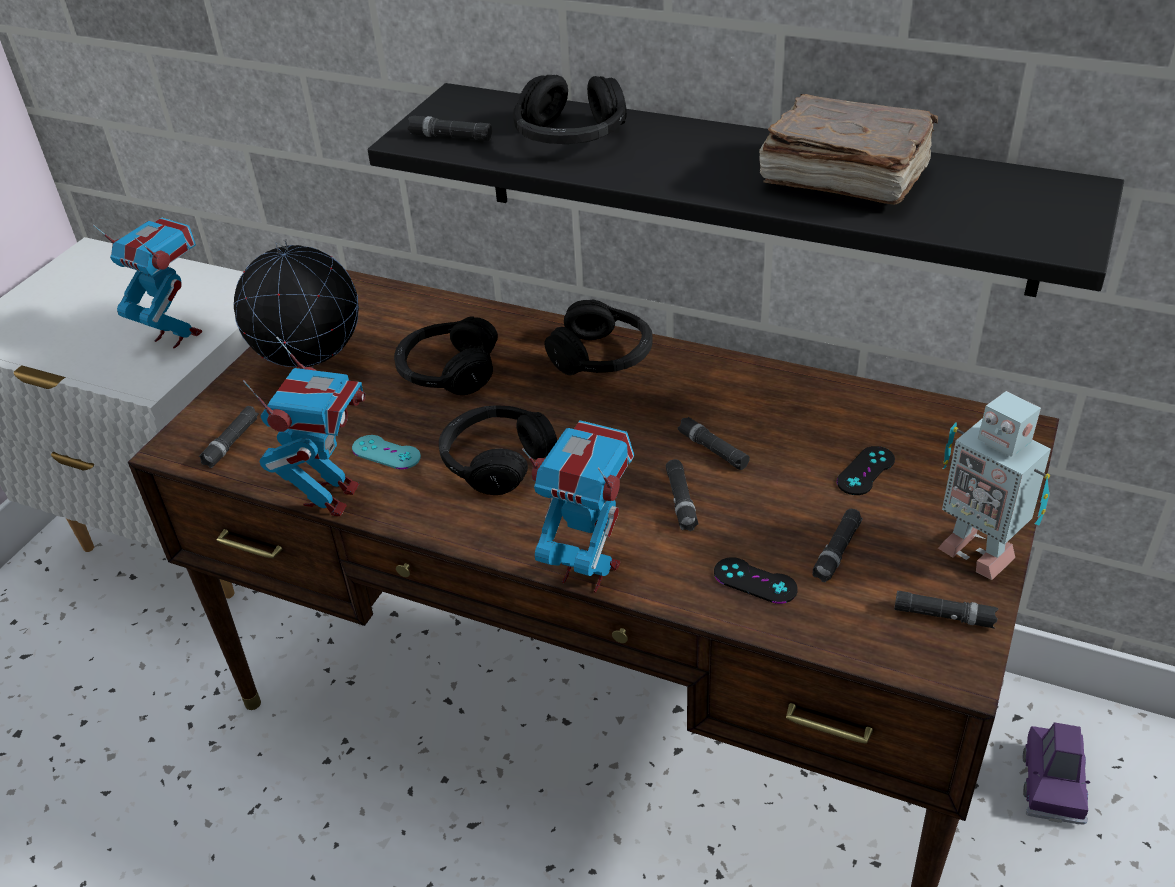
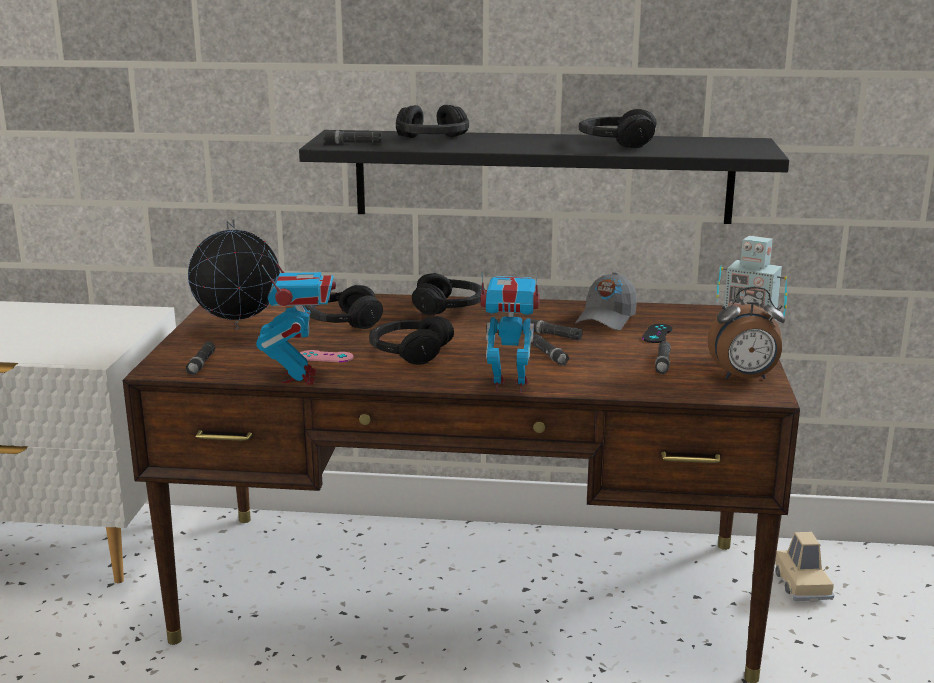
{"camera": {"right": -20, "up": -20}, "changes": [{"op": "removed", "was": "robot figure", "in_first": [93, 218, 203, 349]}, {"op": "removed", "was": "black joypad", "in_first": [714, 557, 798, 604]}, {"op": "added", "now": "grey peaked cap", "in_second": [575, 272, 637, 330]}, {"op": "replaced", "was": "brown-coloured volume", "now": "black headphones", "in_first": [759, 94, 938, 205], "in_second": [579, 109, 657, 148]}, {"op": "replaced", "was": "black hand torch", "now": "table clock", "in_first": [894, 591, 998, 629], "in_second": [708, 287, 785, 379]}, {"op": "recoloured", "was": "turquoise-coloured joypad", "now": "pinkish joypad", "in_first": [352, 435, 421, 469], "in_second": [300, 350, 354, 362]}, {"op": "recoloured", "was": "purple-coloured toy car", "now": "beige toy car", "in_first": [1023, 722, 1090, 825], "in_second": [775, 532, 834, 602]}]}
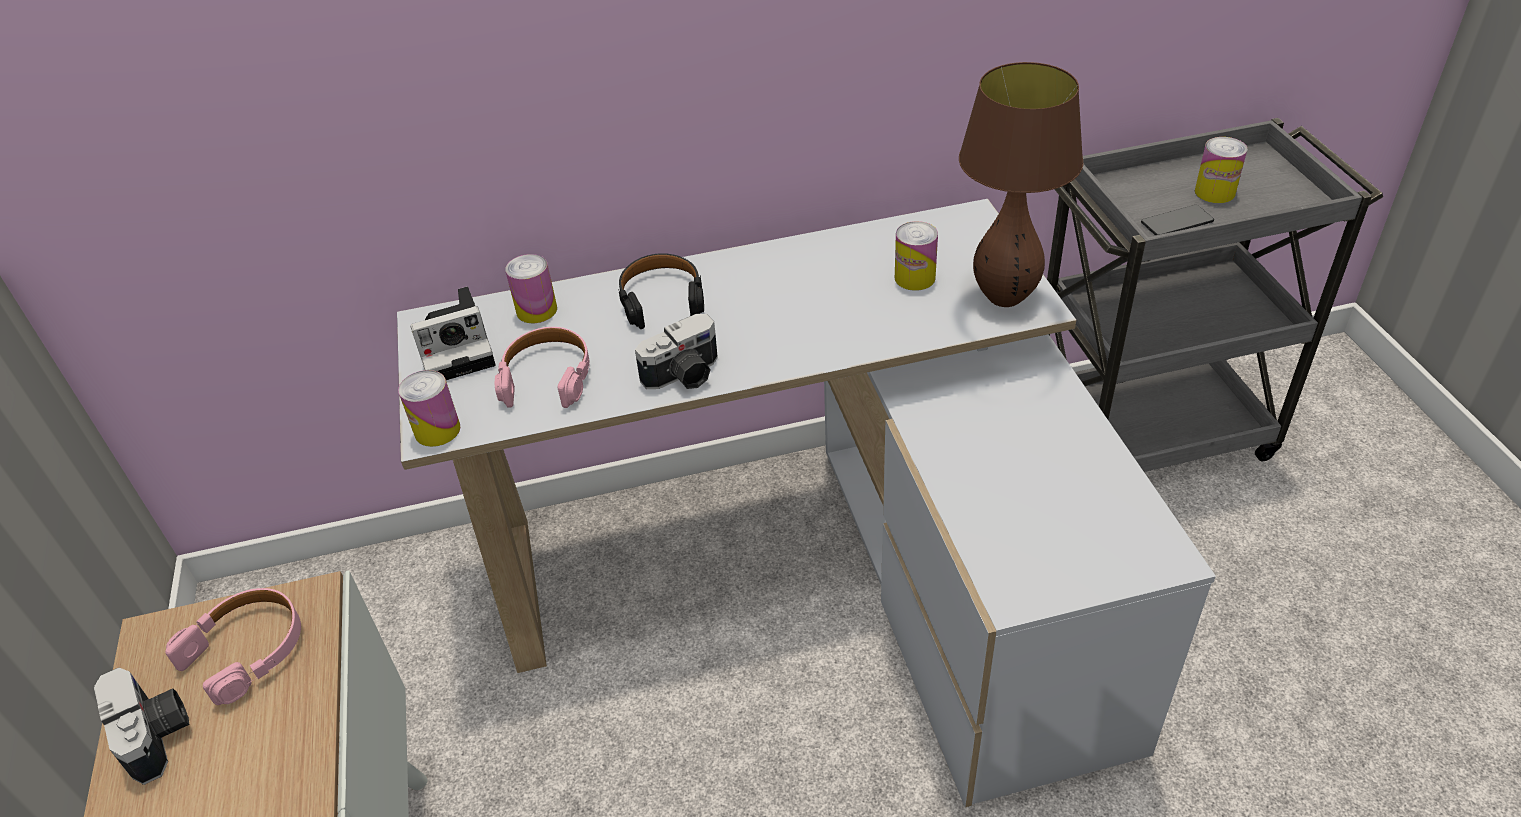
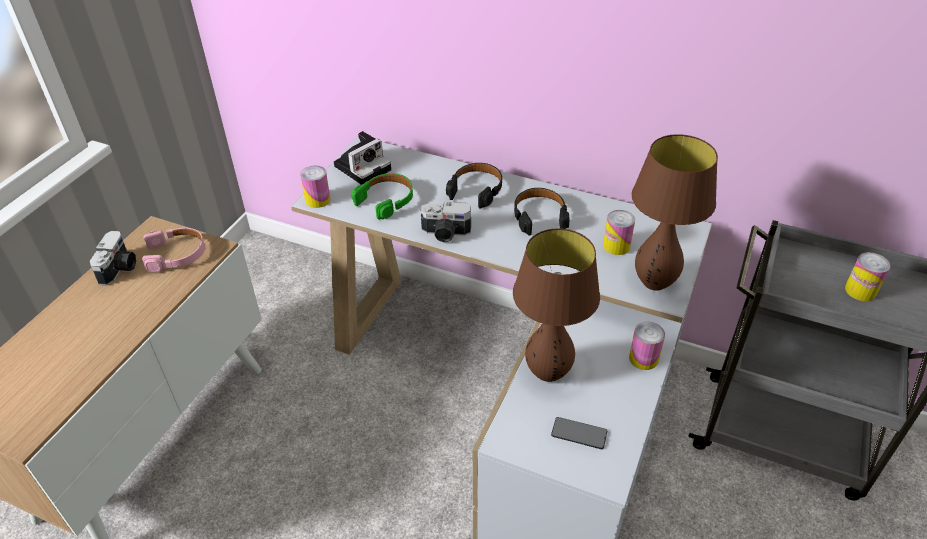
{"camera": {"right": 35, "up": 0}, "changes": [{"op": "added", "now": "brown-coloured lamp for a table", "in_second": [513, 228, 600, 382]}, {"op": "added", "now": "black headphones", "in_second": [514, 188, 569, 235]}, {"op": "moved", "was": "can", "in_first": [505, 254, 557, 323], "in_second": [629, 322, 665, 370]}, {"op": "moved", "was": "telephone", "in_first": [1141, 205, 1214, 235], "in_second": [551, 417, 607, 449]}, {"op": "recoloured", "was": "pinkish headphones", "now": "greenish headphones", "in_first": [495, 327, 590, 408], "in_second": [351, 173, 413, 220]}, {"op": "turned", "was": "still camera", "in_first": [411, 287, 496, 380], "in_second": [334, 131, 391, 185], "clockwise": -60}]}
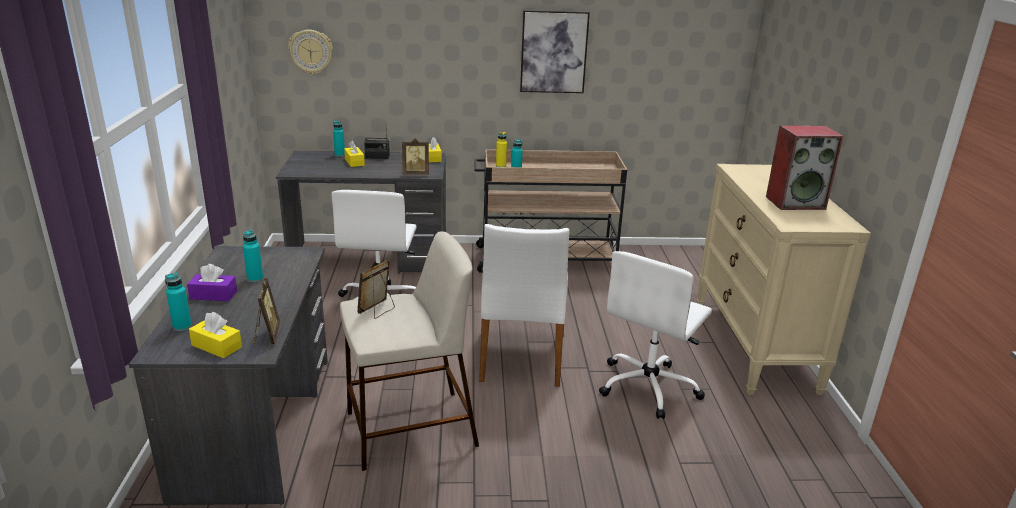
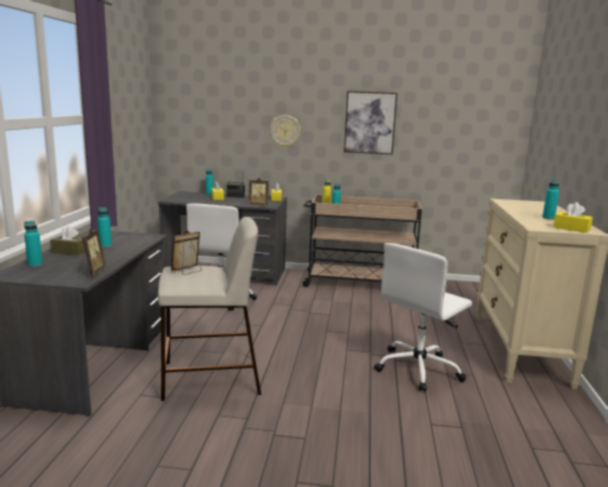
{"camera": {"right": 10, "up": -10}, "changes": [{"op": "removed", "was": "white chair", "in_first": [479, 224, 570, 387]}, {"op": "moved", "was": "yellow tissue box", "in_first": [189, 312, 242, 358], "in_second": [553, 202, 593, 233]}, {"op": "moved", "was": "clock on the wall", "in_first": [288, 30, 333, 75], "in_second": [270, 115, 301, 148]}, {"op": "replaced", "was": "audio speaker", "now": "turquoise-coloured beverage bottle", "in_first": [766, 125, 843, 210], "in_second": [542, 179, 559, 220]}, {"op": "recoloured", "was": "purple-coloured tissue box", "now": "brown-coloured tissue box", "in_first": [187, 264, 237, 301], "in_second": [50, 226, 85, 255]}]}
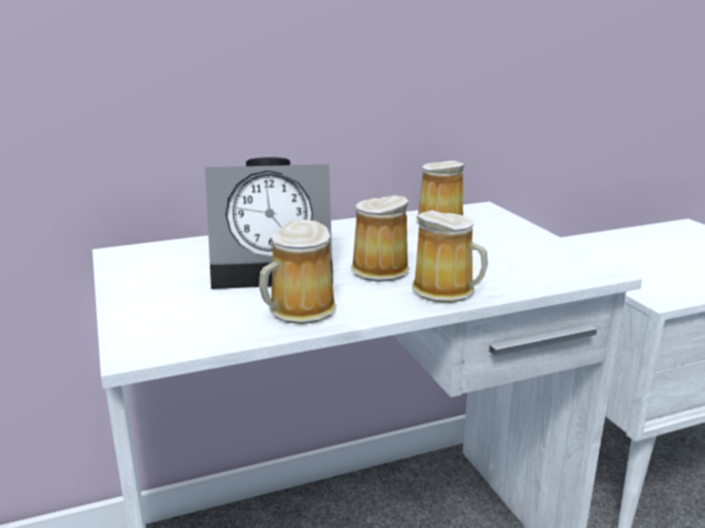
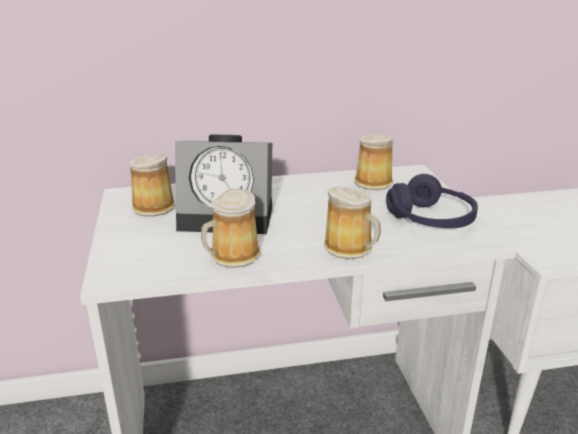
{"camera": {"right": 10, "up": 5}, "changes": [{"op": "added", "now": "purple-coloured headphones", "in_second": [386, 174, 478, 228]}, {"op": "moved", "was": "coffee mug", "in_first": [351, 195, 410, 282], "in_second": [129, 154, 175, 217]}]}
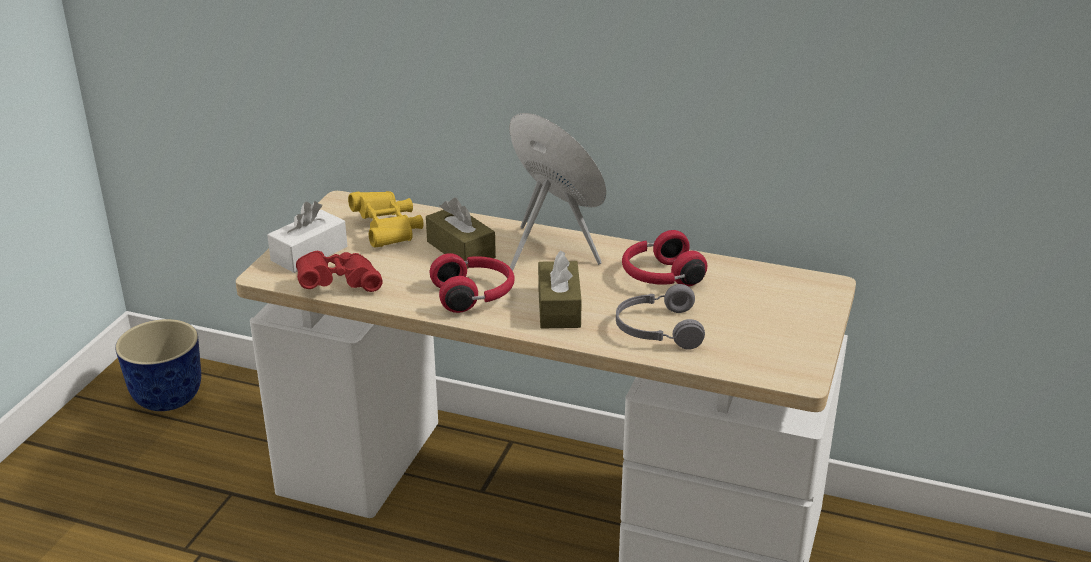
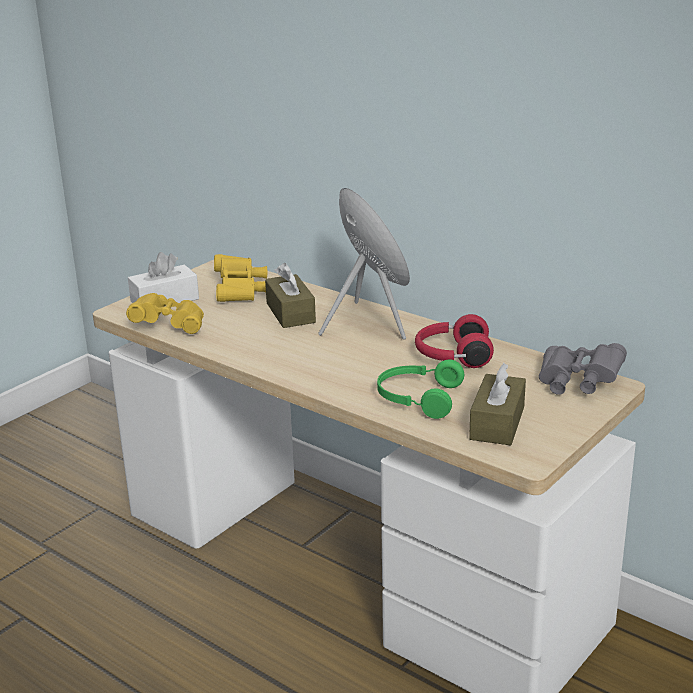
{"camera": {"right": 20, "up": -5}, "changes": [{"op": "removed", "was": "planter", "in_first": [115, 319, 201, 411]}, {"op": "removed", "was": "red headphones", "in_first": [430, 253, 515, 313]}, {"op": "added", "now": "grey field glasses", "in_second": [539, 343, 627, 395]}, {"op": "moved", "was": "brown-coloured tissue box", "in_first": [538, 250, 582, 329], "in_second": [469, 363, 526, 445]}, {"op": "recoloured", "was": "red field glasses", "now": "yellow field glasses", "in_first": [296, 251, 383, 292], "in_second": [126, 293, 204, 334]}, {"op": "recoloured", "was": "grey headphones", "now": "greenish headphones", "in_first": [616, 284, 705, 350], "in_second": [377, 359, 464, 419]}]}
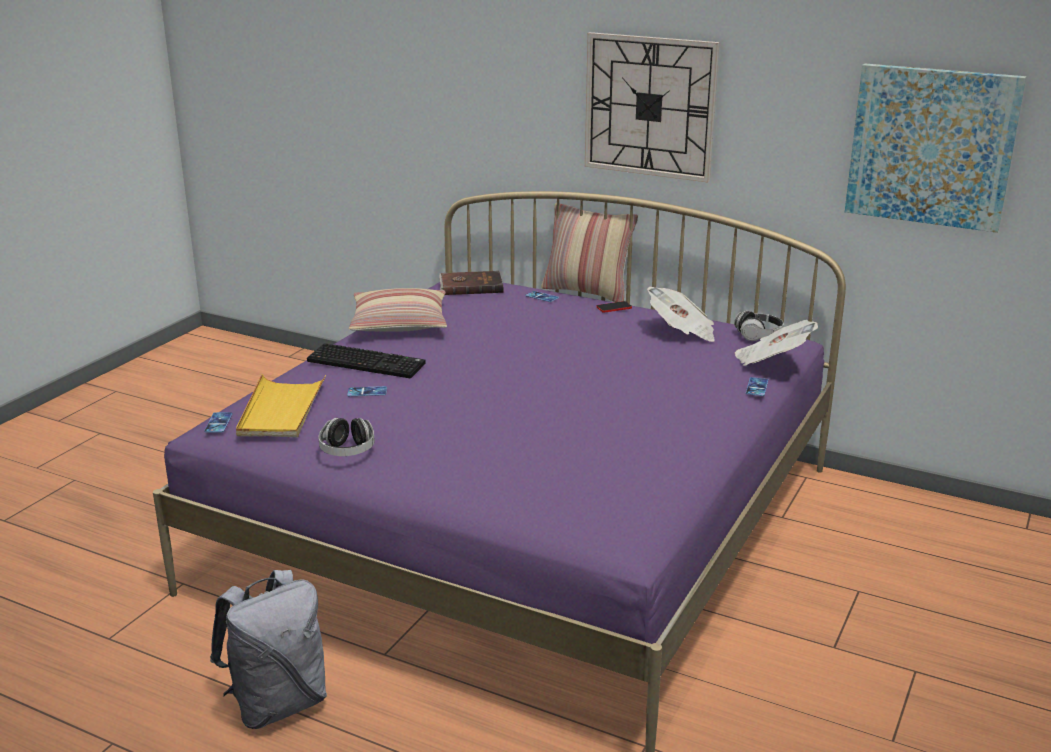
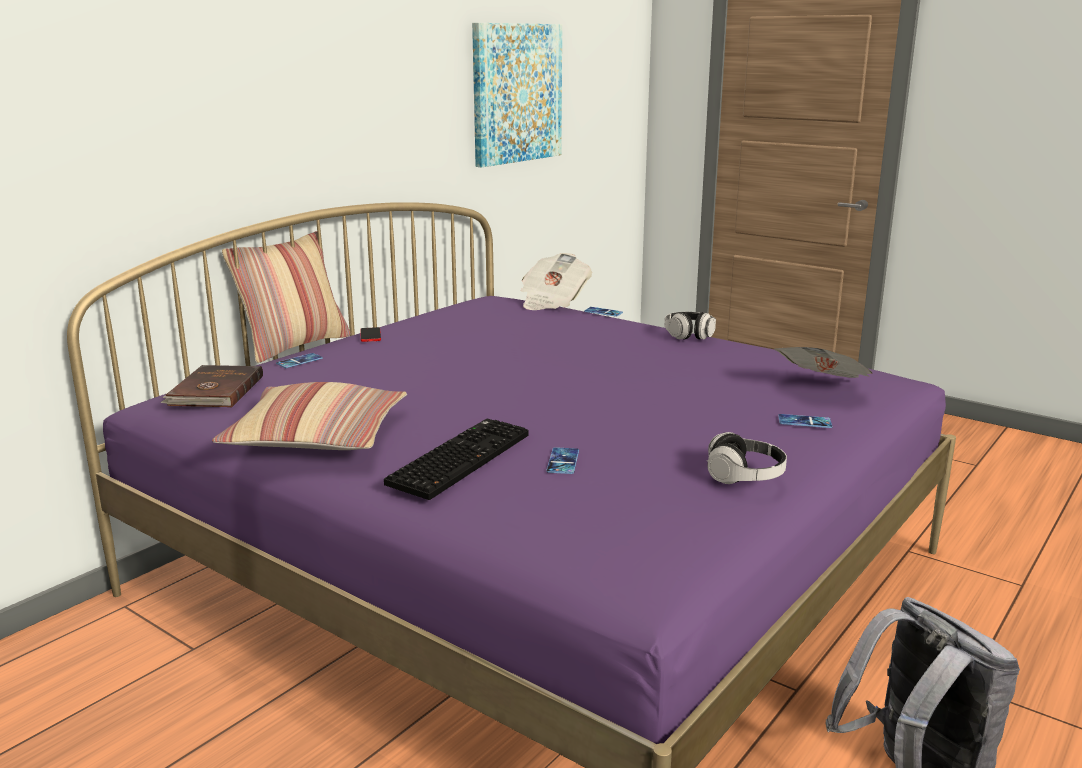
{"camera": {"right": -80, "up": -5}, "changes": [{"op": "removed", "was": "yellow carrying tray", "in_first": [236, 374, 326, 437]}, {"op": "removed", "was": "clock on the wall", "in_first": [585, 32, 719, 183]}, {"op": "moved", "was": "telephone", "in_first": [204, 412, 232, 432], "in_second": [778, 414, 832, 428]}, {"op": "moved", "was": "daily paper", "in_first": [647, 287, 715, 342], "in_second": [774, 347, 873, 378]}, {"op": "moved", "was": "headphones", "in_first": [734, 311, 784, 341], "in_second": [665, 312, 716, 340]}]}
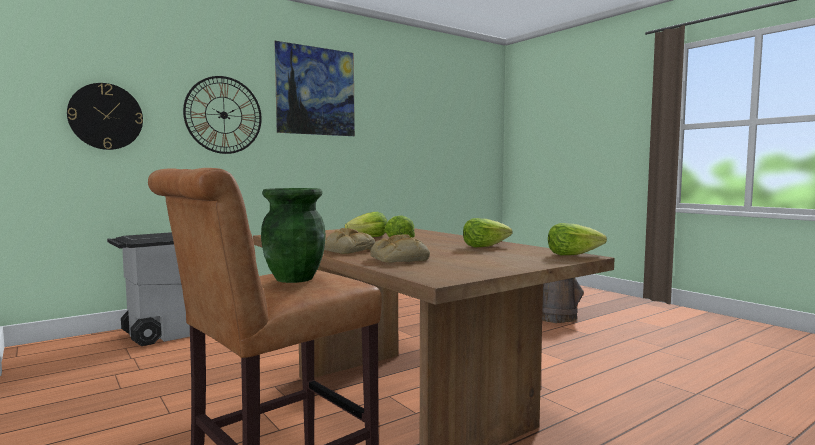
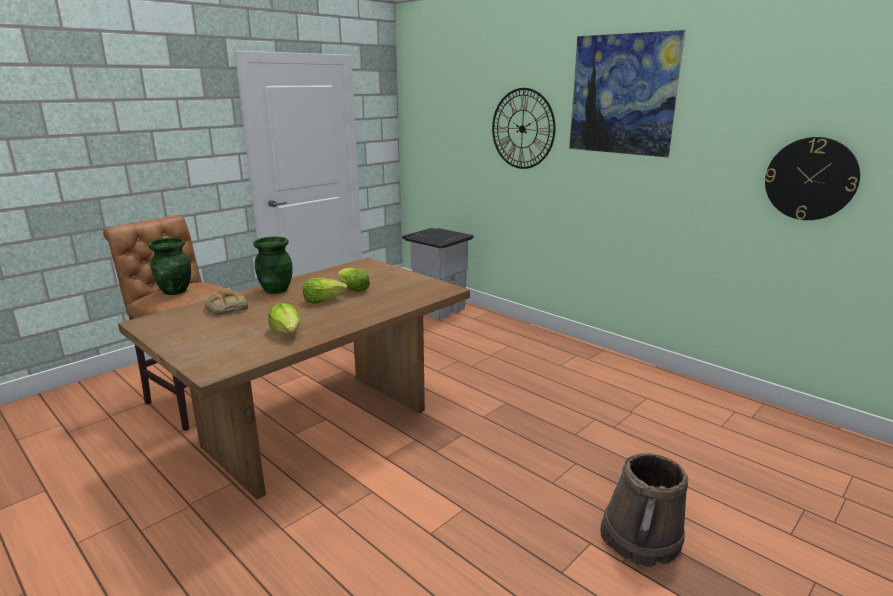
{"camera": {"right": 80, "up": 15}, "changes": [{"op": "removed", "was": "lettuce head", "in_first": [548, 223, 607, 255]}, {"op": "moved", "was": "clock on the wall", "in_first": [67, 83, 143, 150], "in_second": [765, 137, 860, 220]}, {"op": "replaced", "was": "baked bread", "now": "greenish decorative vase", "in_first": [324, 228, 376, 254], "in_second": [253, 237, 293, 294]}]}
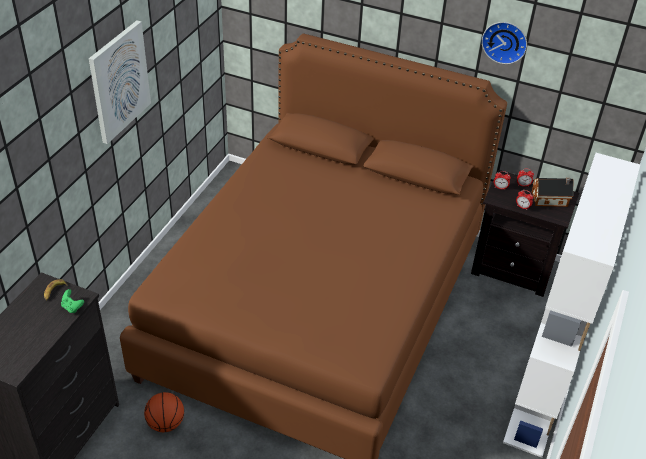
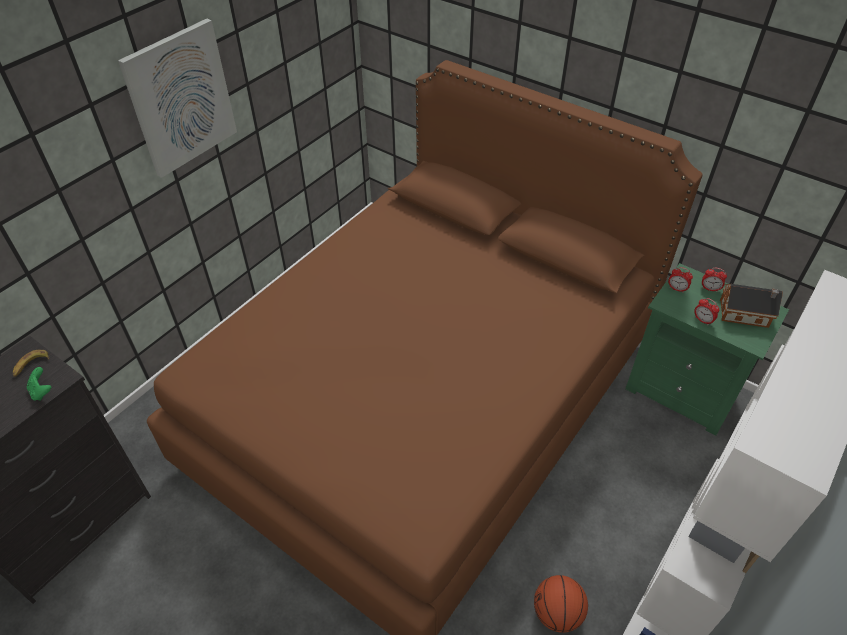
{"camera": {"right": 15, "up": 5}, "changes": [{"op": "removed", "was": "clock on the wall", "in_first": [482, 22, 527, 64]}, {"op": "moved", "was": "basketball ball", "in_first": [144, 392, 184, 432], "in_second": [534, 575, 588, 633]}, {"op": "recoloured", "was": "black nightstand", "now": "greenish nightstand", "in_first": [471, 170, 579, 297], "in_second": [625, 263, 789, 436]}]}
